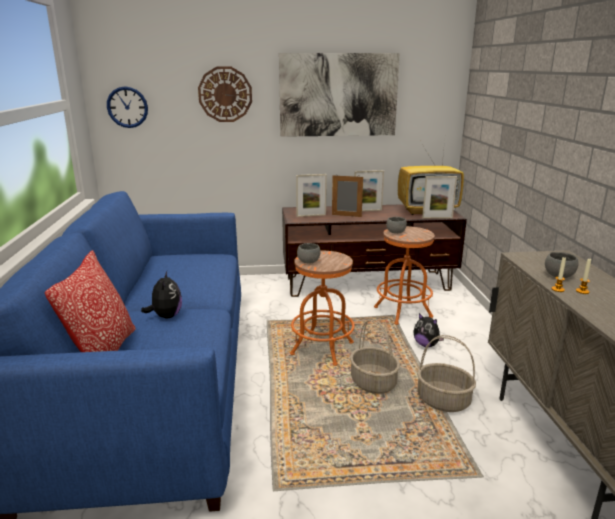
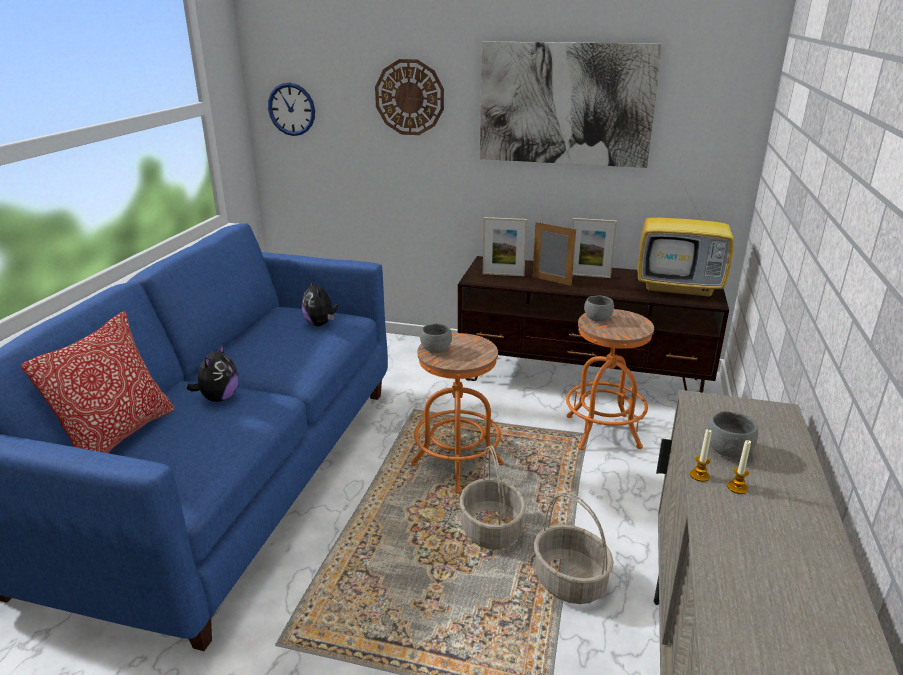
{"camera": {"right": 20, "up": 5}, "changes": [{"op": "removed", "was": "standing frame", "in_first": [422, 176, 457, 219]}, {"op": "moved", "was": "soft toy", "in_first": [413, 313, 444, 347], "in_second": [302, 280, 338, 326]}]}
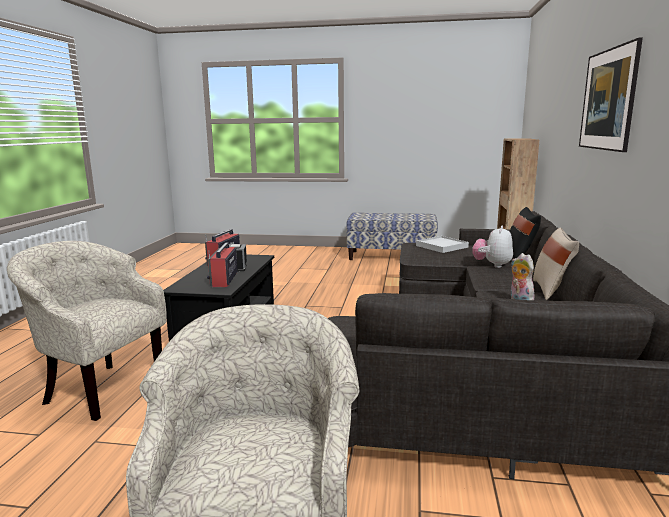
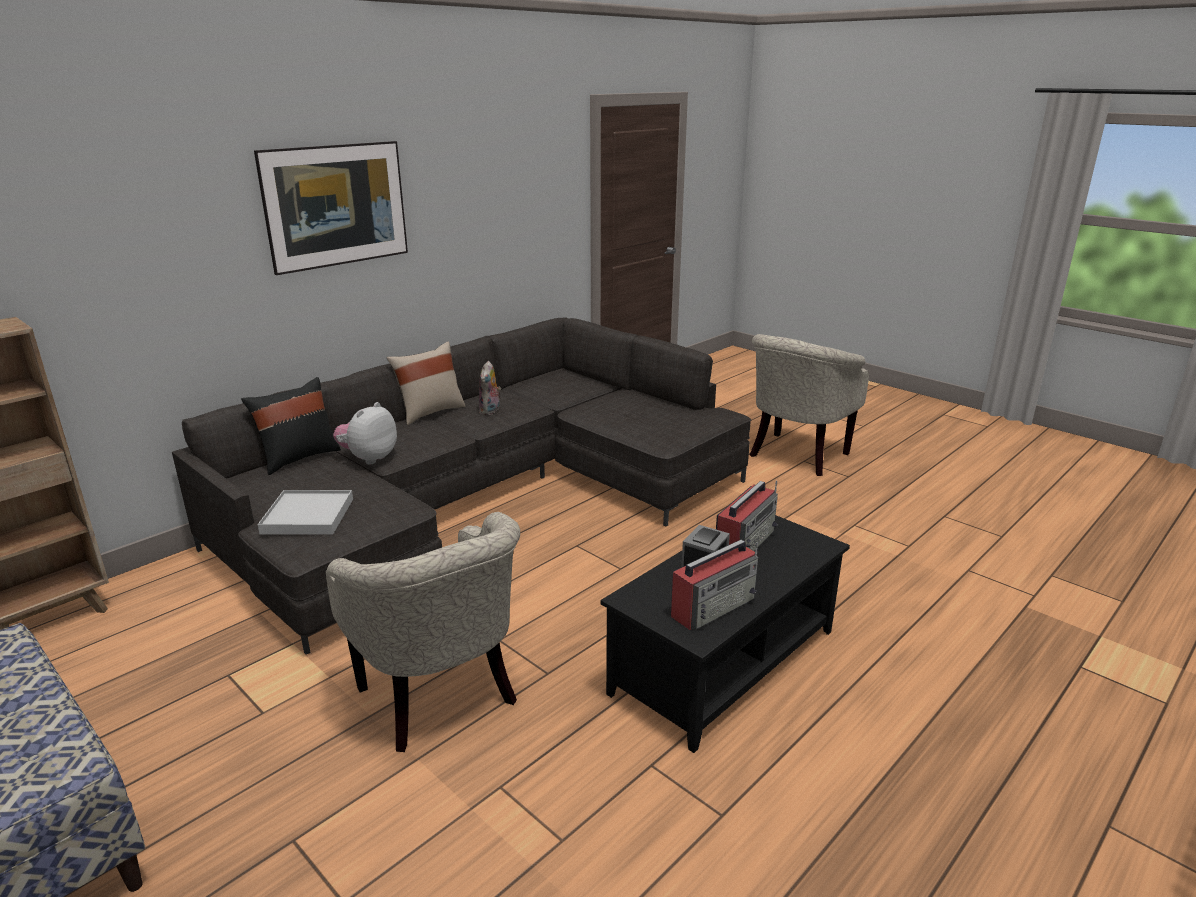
{"camera": {"right": -145, "up": 10}, "changes": [{"op": "moved", "was": "beige easy chair", "in_first": [7, 241, 167, 421], "in_second": [326, 512, 520, 752]}, {"op": "turned", "was": "soft toy", "in_first": [472, 226, 513, 268], "in_second": [333, 402, 397, 464], "clockwise": 150}]}
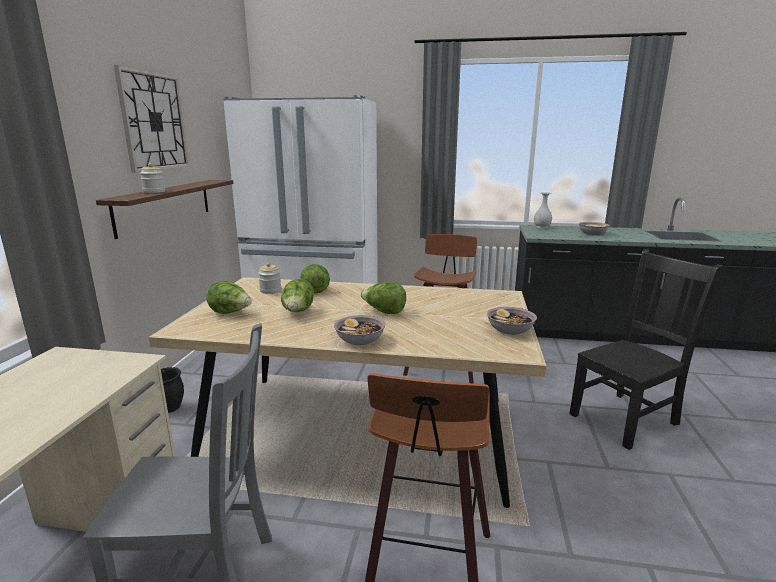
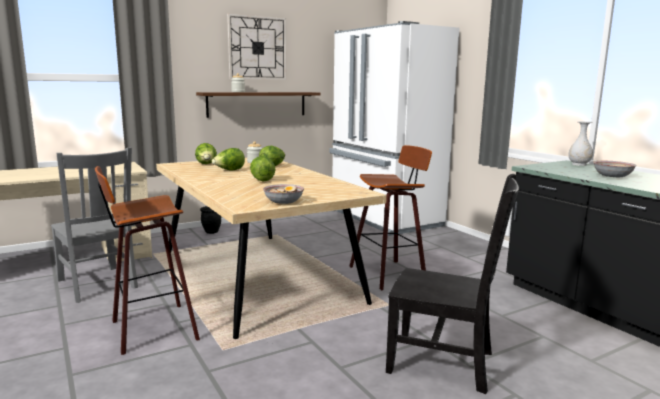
{"camera": {"right": 50, "up": -5}, "changes": [{"op": "removed", "was": "deep dish", "in_first": [334, 315, 385, 345]}]}
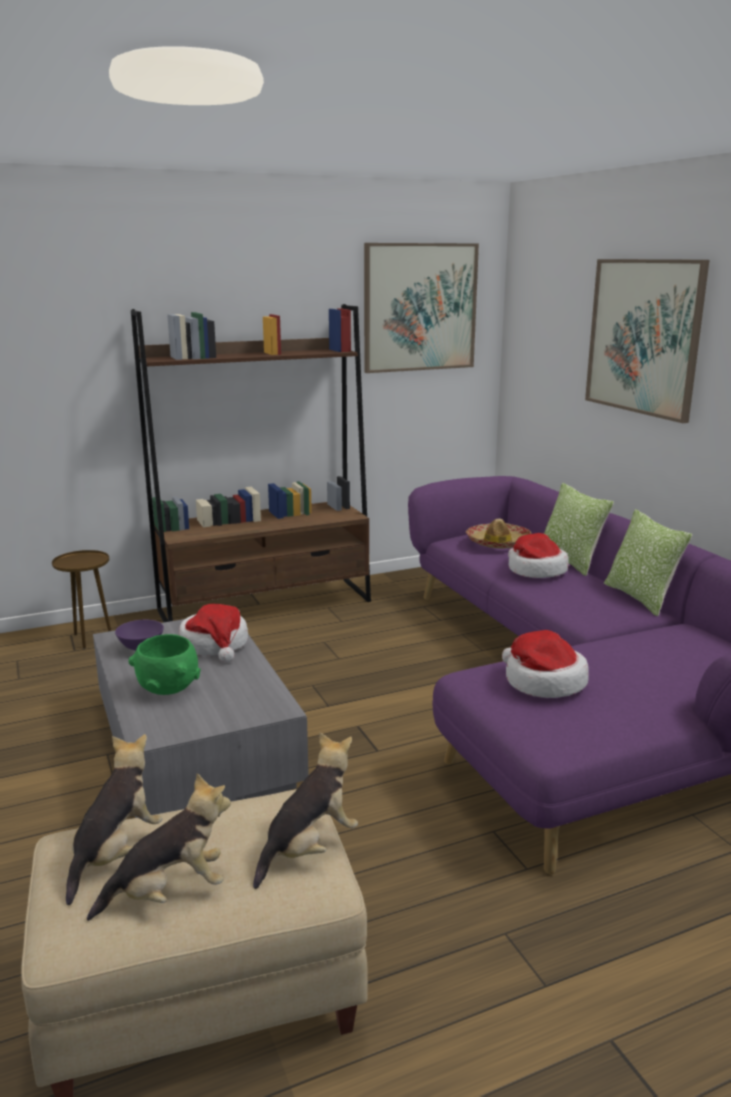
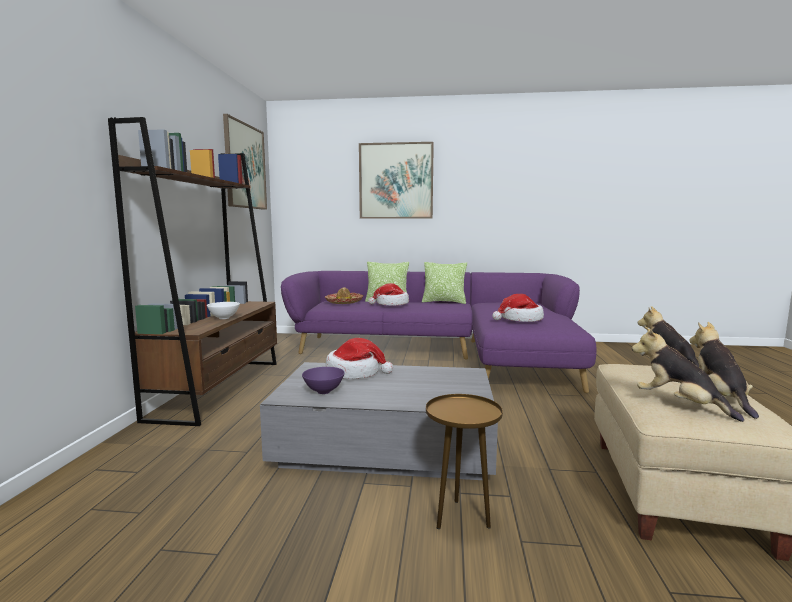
{"camera": {"right": -60, "up": -10}, "changes": [{"op": "removed", "was": "greenish deep dish", "in_first": [128, 634, 201, 695]}, {"op": "added", "now": "white deep dish", "in_second": [207, 302, 240, 319]}, {"op": "moved", "was": "brown-coloured accent table", "in_first": [52, 550, 111, 649], "in_second": [426, 394, 503, 529]}]}
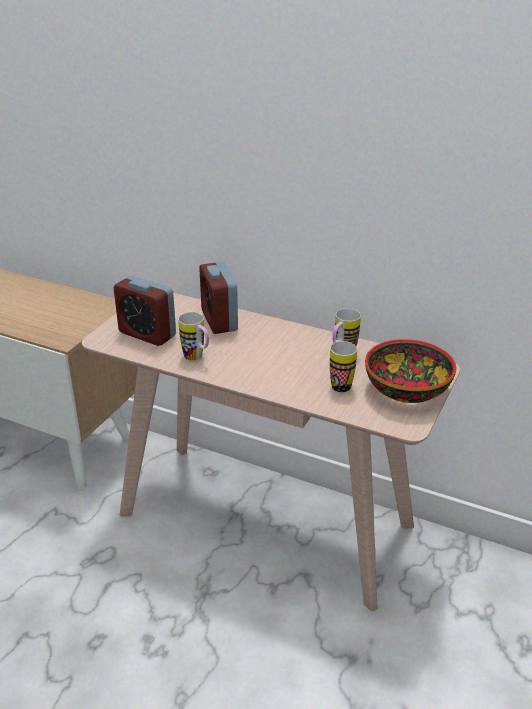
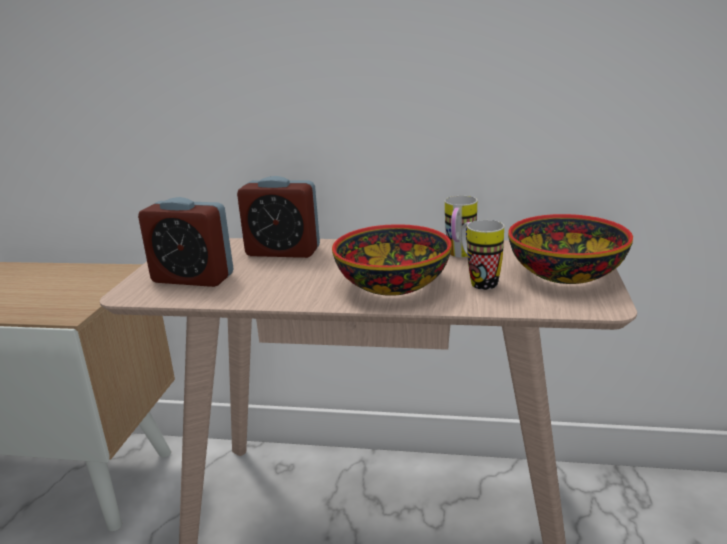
{"camera": {"right": -15, "up": -10}, "changes": [{"op": "removed", "was": "coffee mug", "in_first": [178, 312, 209, 361]}, {"op": "added", "now": "deep dish", "in_second": [332, 224, 452, 296]}, {"op": "turned", "was": "table clock", "in_first": [199, 262, 238, 334], "in_second": [237, 176, 320, 258], "clockwise": -45}]}
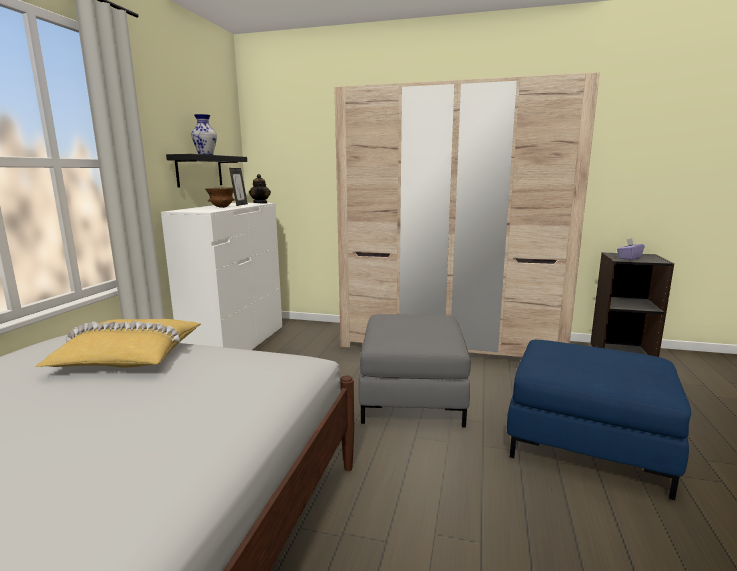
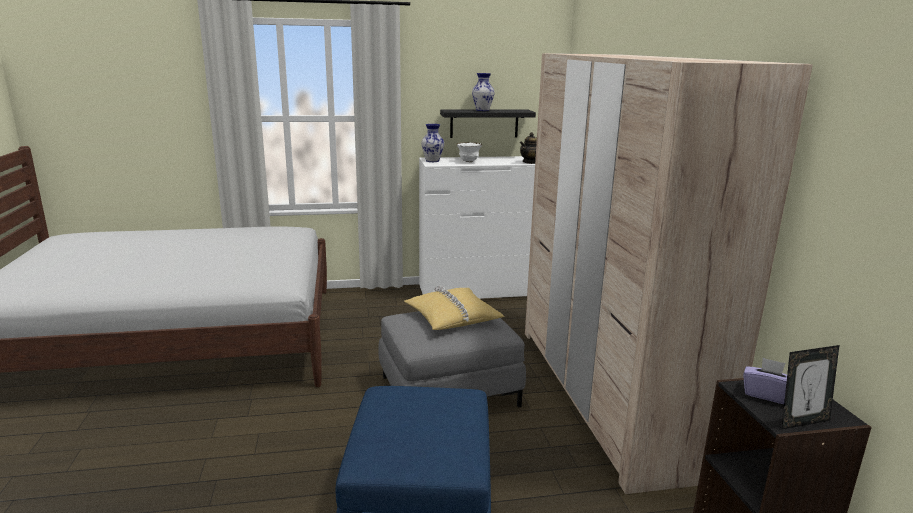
{"camera": {"right": 65, "up": 5}, "changes": [{"op": "added", "now": "decorative vase", "in_second": [421, 124, 444, 162]}, {"op": "moved", "was": "yellow throw pillow", "in_first": [36, 319, 201, 368], "in_second": [404, 286, 505, 330]}, {"op": "moved", "was": "standing frame", "in_first": [229, 168, 248, 206], "in_second": [781, 345, 839, 430]}, {"op": "recoloured", "was": "brown-coloured deep dish", "now": "white deep dish", "in_first": [205, 187, 235, 208], "in_second": [456, 142, 482, 162]}]}
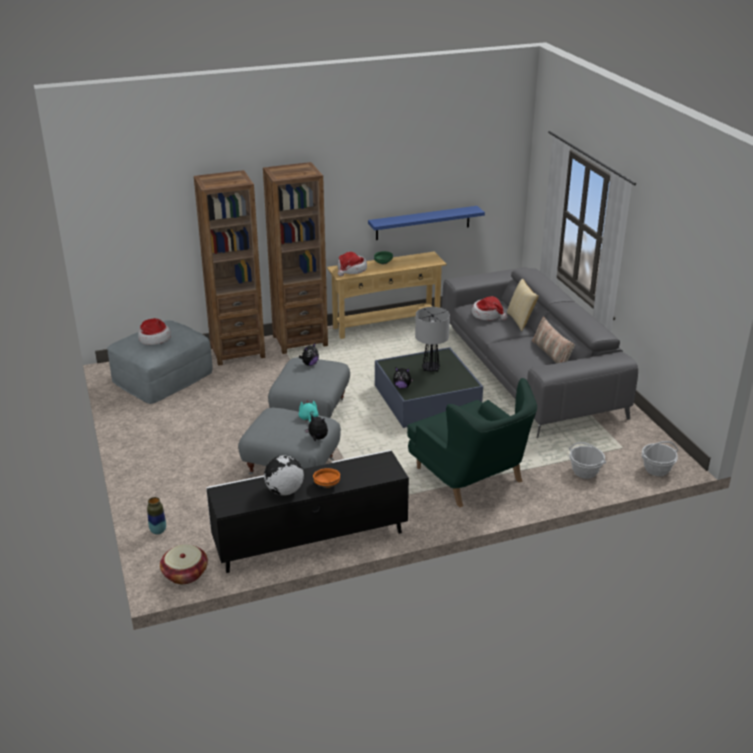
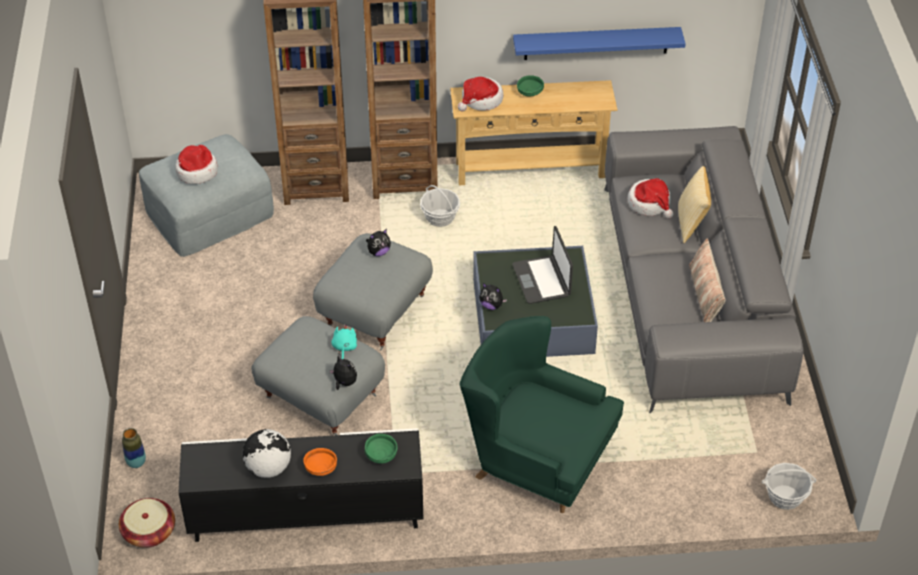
{"camera": {"right": 15, "up": 15}, "changes": [{"op": "added", "now": "greenish deep dish", "in_second": [365, 434, 397, 464]}, {"op": "moved", "was": "household basket", "in_first": [569, 442, 606, 479], "in_second": [420, 185, 460, 227]}, {"op": "replaced", "was": "lamp for a table", "now": "notebook computer", "in_first": [415, 307, 450, 371], "in_second": [512, 226, 573, 304]}, {"op": "turned", "was": "greenish easy chair", "in_first": [407, 378, 537, 507], "in_second": [460, 316, 624, 513], "clockwise": 135}]}
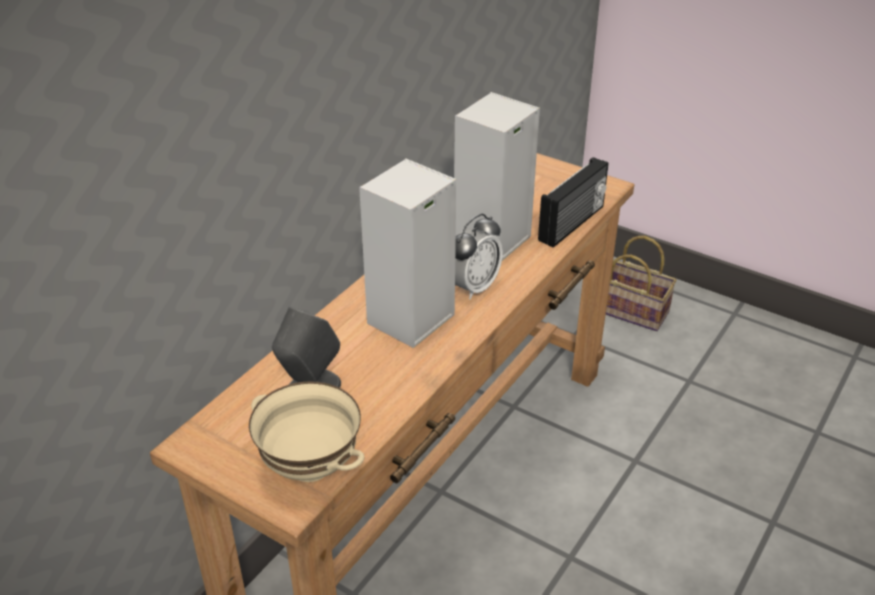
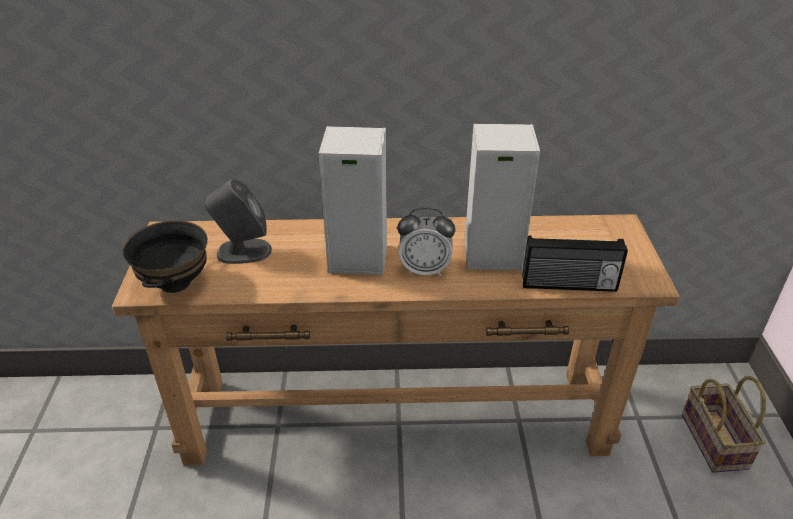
{"camera": {"right": 55, "up": 0}, "changes": [{"op": "recoloured", "was": "beige deep dish", "now": "black deep dish", "in_first": [249, 382, 365, 482], "in_second": [123, 220, 208, 293]}]}
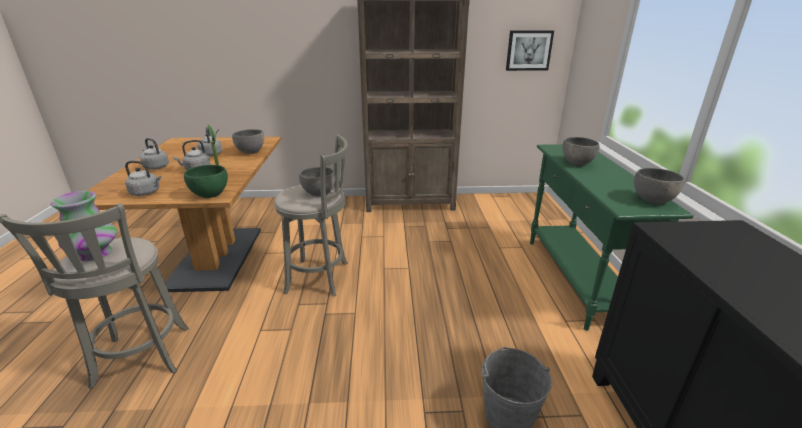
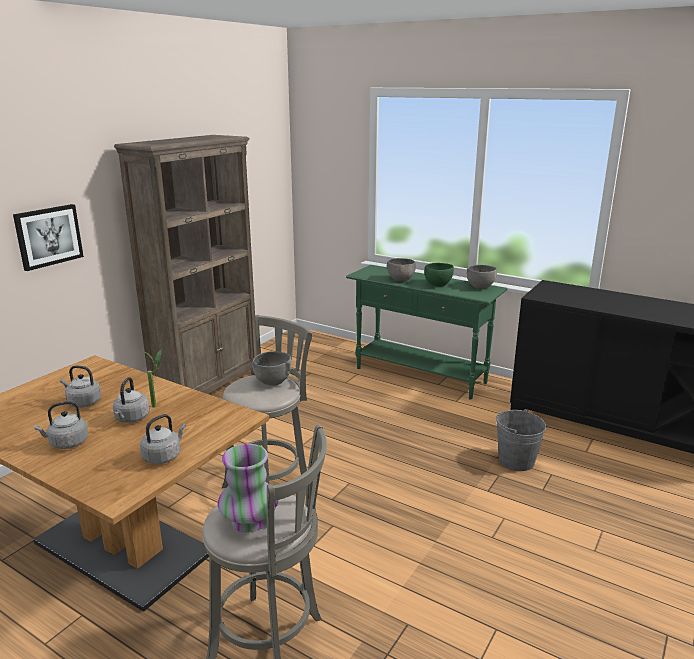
{"camera": {"right": -55, "up": -5}, "changes": [{"op": "removed", "was": "grey deep dish", "in_first": [232, 129, 264, 154]}, {"op": "moved", "was": "greenish deep dish", "in_first": [184, 165, 228, 198], "in_second": [424, 263, 454, 287]}, {"op": "moved", "was": "wall art", "in_first": [506, 30, 554, 71], "in_second": [13, 204, 84, 271]}]}
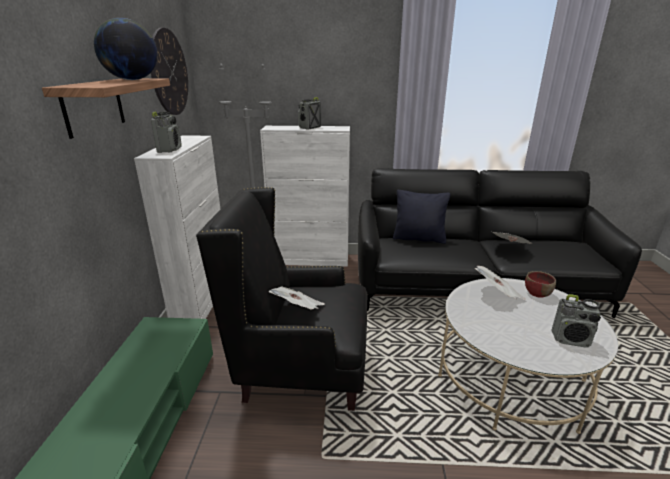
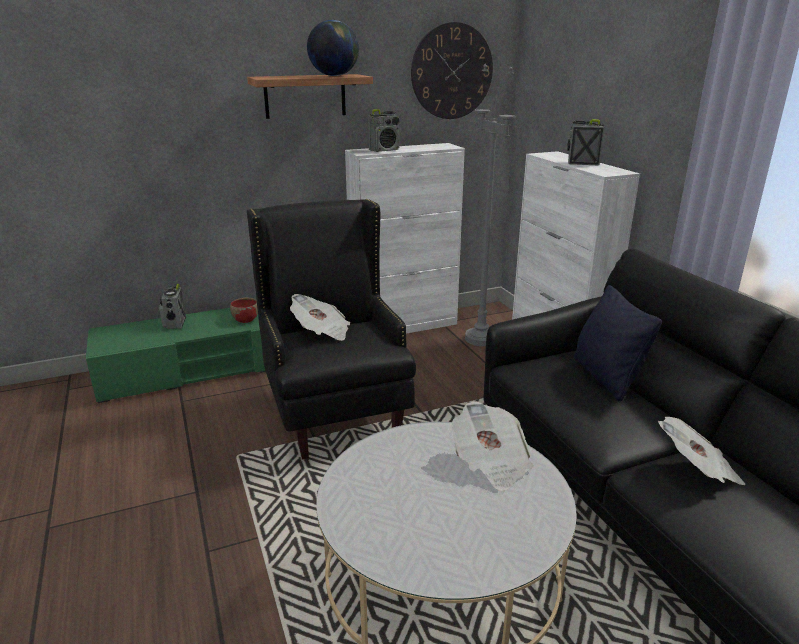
{"camera": {"right": 65, "up": 0}, "changes": [{"op": "moved", "was": "red deep dish", "in_first": [525, 271, 556, 298], "in_second": [230, 298, 258, 323]}, {"op": "moved", "was": "radio set", "in_first": [551, 294, 601, 347], "in_second": [159, 284, 186, 329]}]}
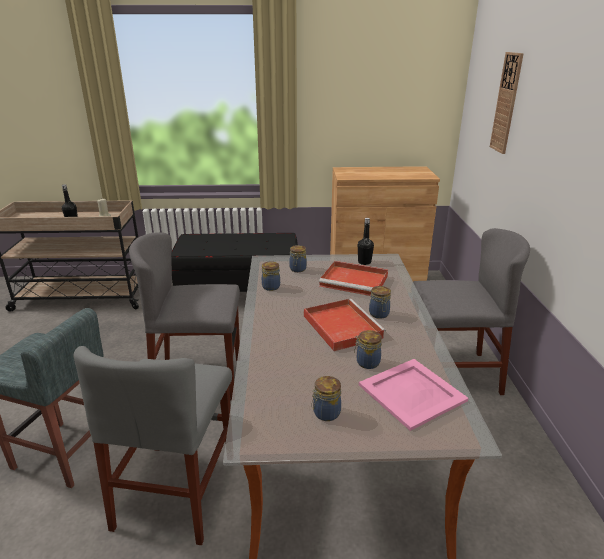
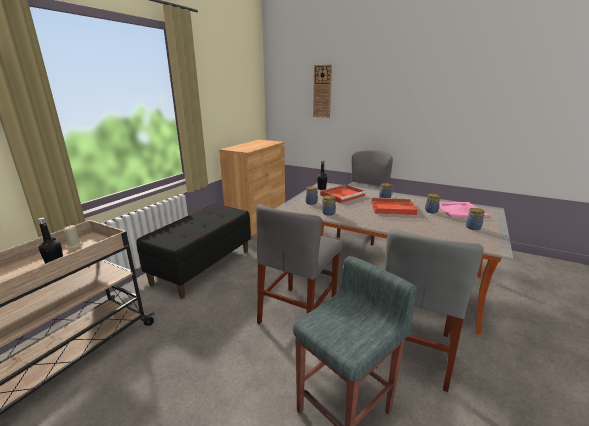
{"camera": {"right": -60, "up": -5}, "changes": [{"op": "turned", "was": "grey chair", "in_first": [73, 346, 232, 545], "in_second": [376, 229, 484, 392], "clockwise": 75}]}
